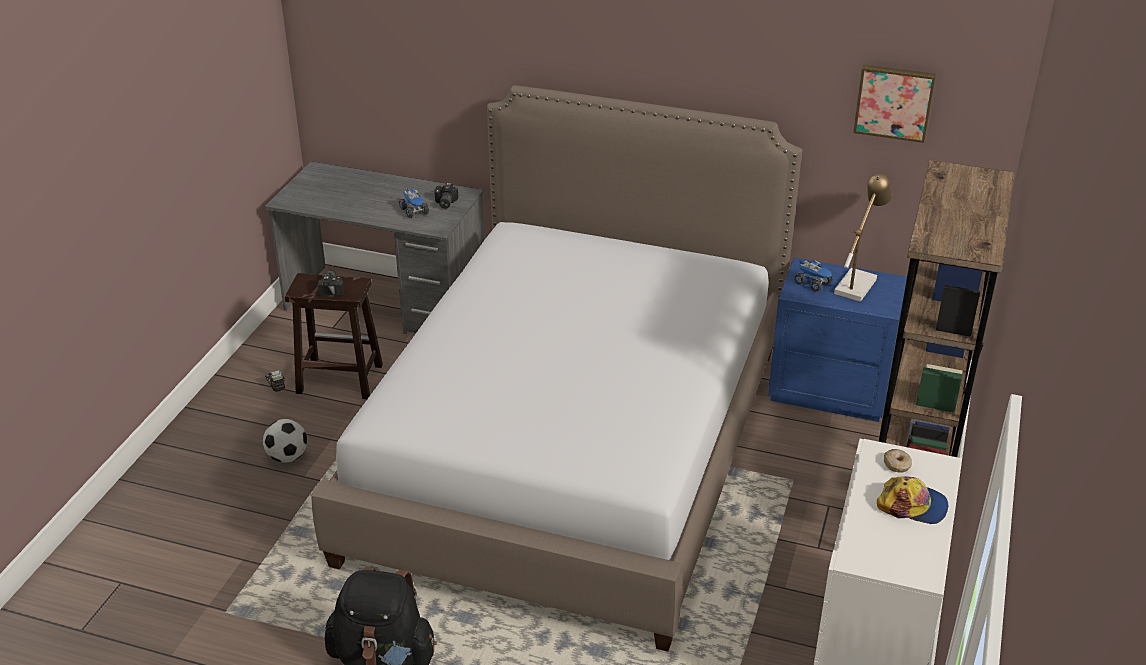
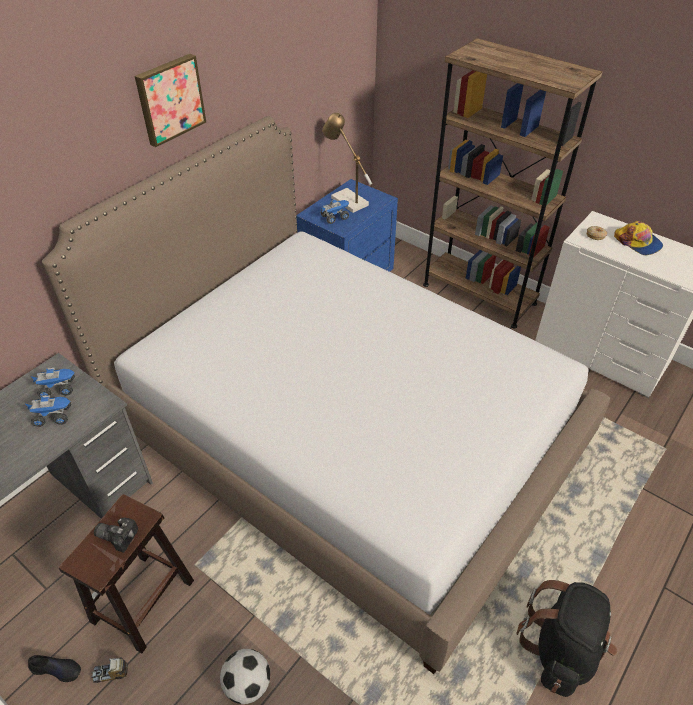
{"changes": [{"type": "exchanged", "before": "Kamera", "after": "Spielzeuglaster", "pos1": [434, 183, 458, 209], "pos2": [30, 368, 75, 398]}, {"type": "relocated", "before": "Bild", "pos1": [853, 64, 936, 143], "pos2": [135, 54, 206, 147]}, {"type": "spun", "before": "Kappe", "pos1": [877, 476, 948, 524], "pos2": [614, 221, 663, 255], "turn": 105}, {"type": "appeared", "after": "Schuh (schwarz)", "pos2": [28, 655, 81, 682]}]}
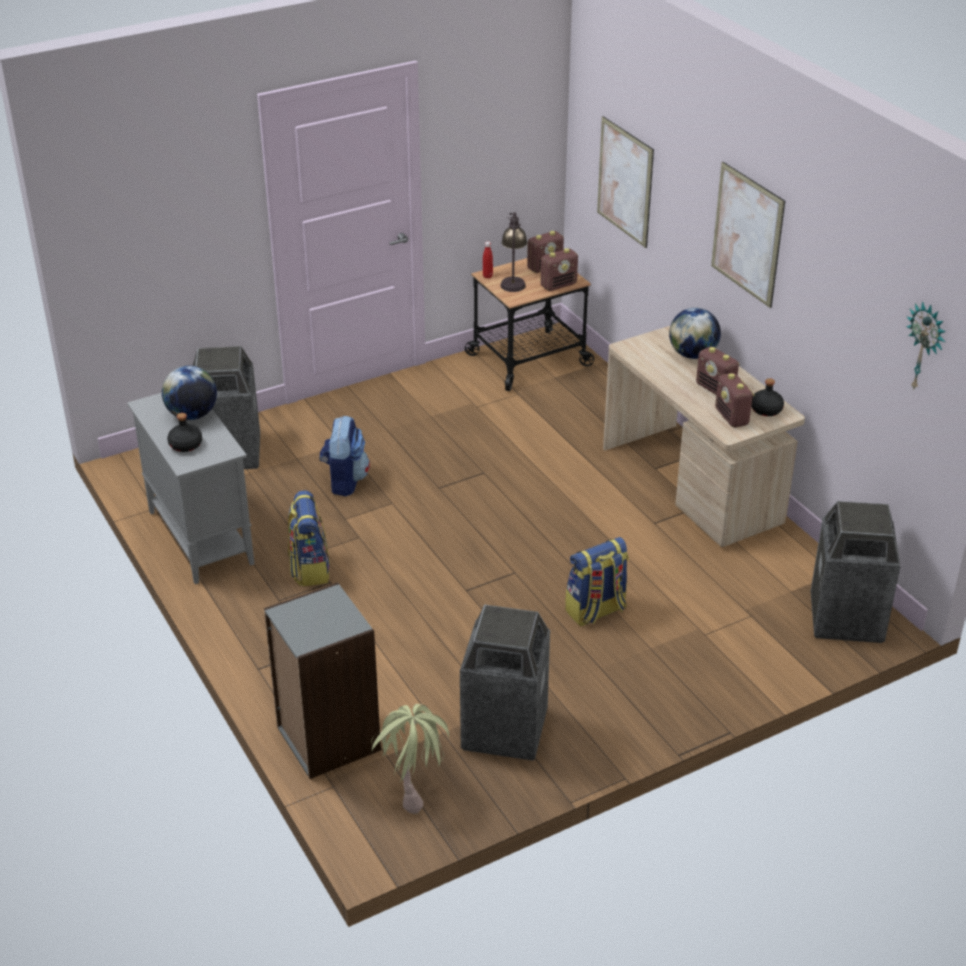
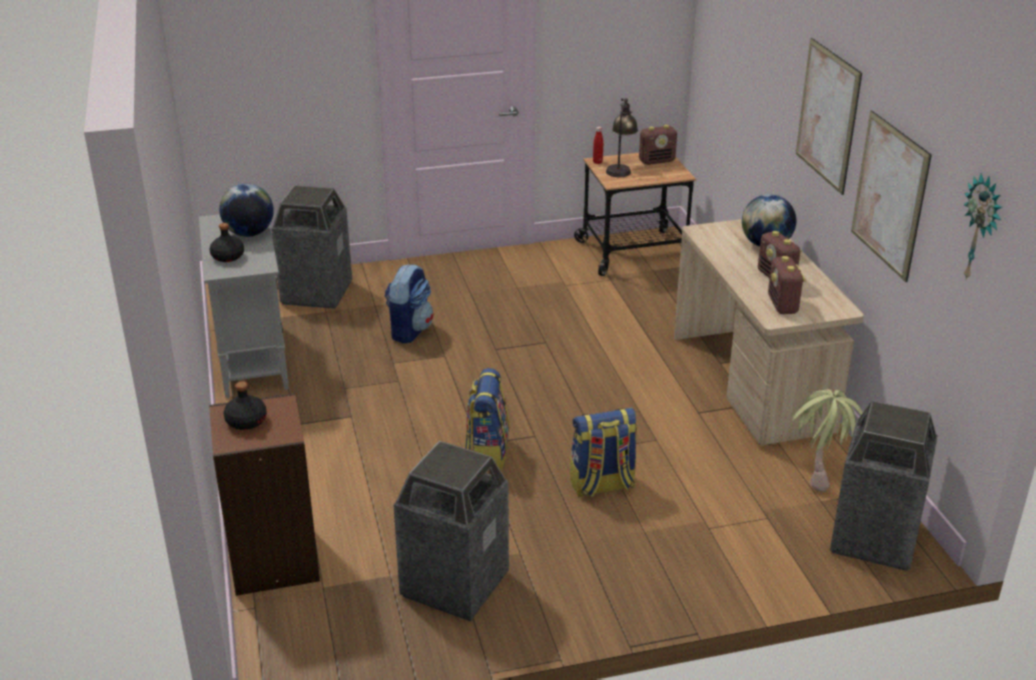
{"changes": [{"type": "colour", "before": "Bücherregal (grau)", "after": "Bücherregal (braun)", "pos1": [264, 582, 381, 779], "pos2": [209, 393, 320, 596]}, {"type": "relocated", "before": "Rucksack", "pos1": [288, 490, 330, 586], "pos2": [465, 368, 510, 470]}, {"type": "relocated", "before": "Topfpflanze", "pos1": [371, 704, 449, 814], "pos2": [791, 389, 863, 492]}, {"type": "missing", "before": "Radio", "pos1": [540, 248, 578, 291]}, {"type": "relocated", "before": "Bild", "pos1": [597, 116, 654, 248], "pos2": [851, 111, 932, 282]}, {"type": "relocated", "before": "Flasche (schwarz)", "pos1": [751, 378, 784, 416], "pos2": [224, 381, 267, 430]}]}
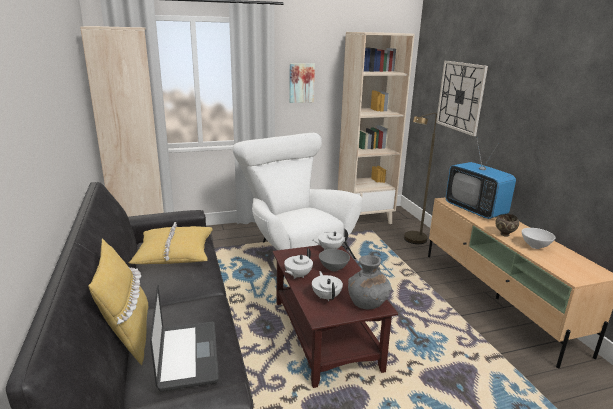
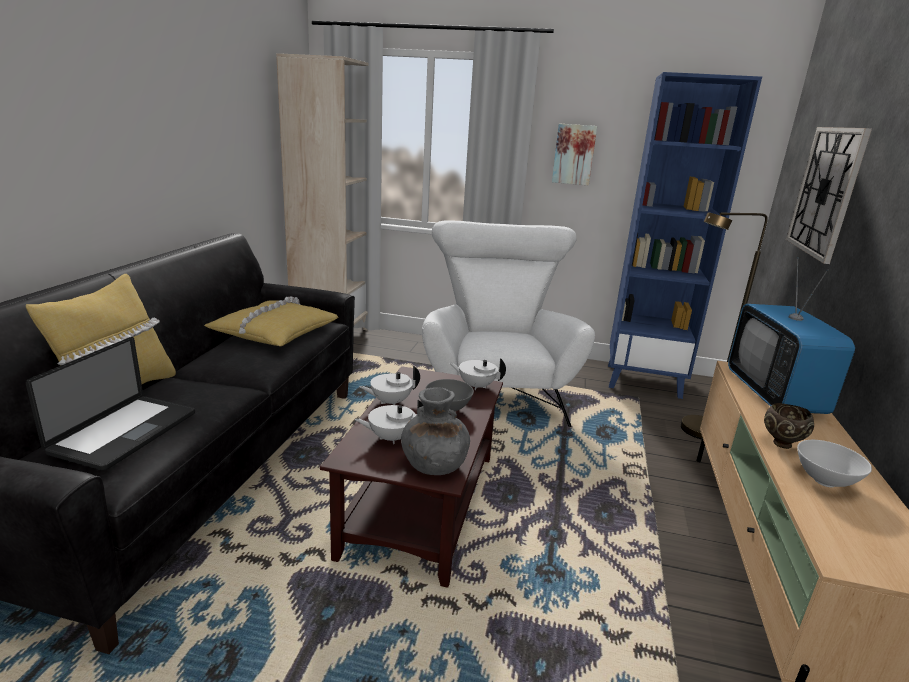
{"changes": [{"type": "spun", "before": "Teekanne (weiß)", "pos1": [312, 271, 343, 301], "pos2": [354, 400, 423, 444], "turn": -120}, {"type": "colour", "before": "Bücherregal (beige)", "after": "Bücherregal (blau)", "pos1": [338, 32, 415, 228], "pos2": [608, 72, 762, 399]}]}
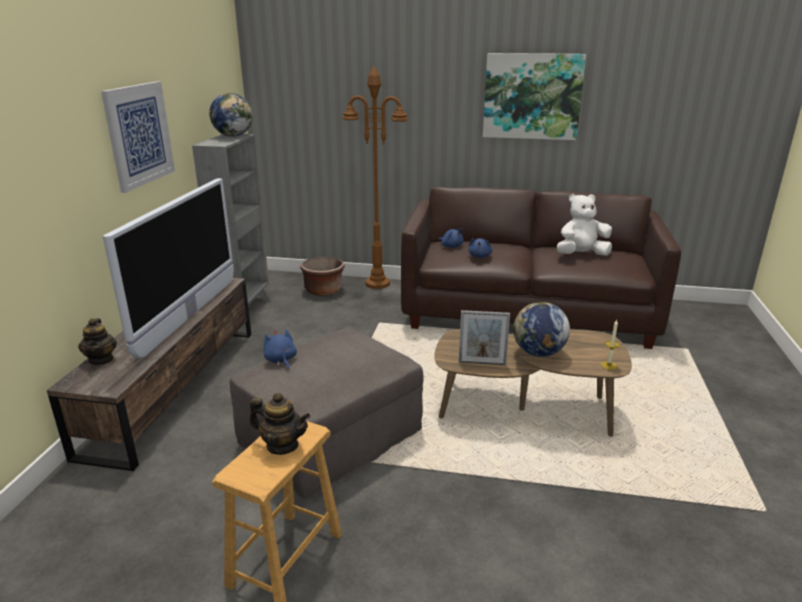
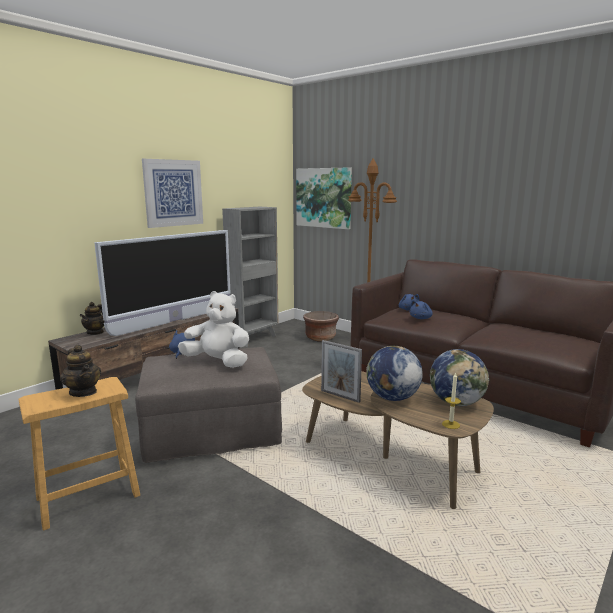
{"changes": [{"type": "relocated", "before": "Globus", "pos1": [209, 93, 253, 137], "pos2": [430, 349, 489, 406]}, {"type": "relocated", "before": "Bild", "pos1": [483, 53, 586, 140], "pos2": [296, 167, 352, 229]}, {"type": "relocated", "before": "Plüschtier (weiß)", "pos1": [557, 194, 612, 256], "pos2": [178, 291, 249, 368]}]}
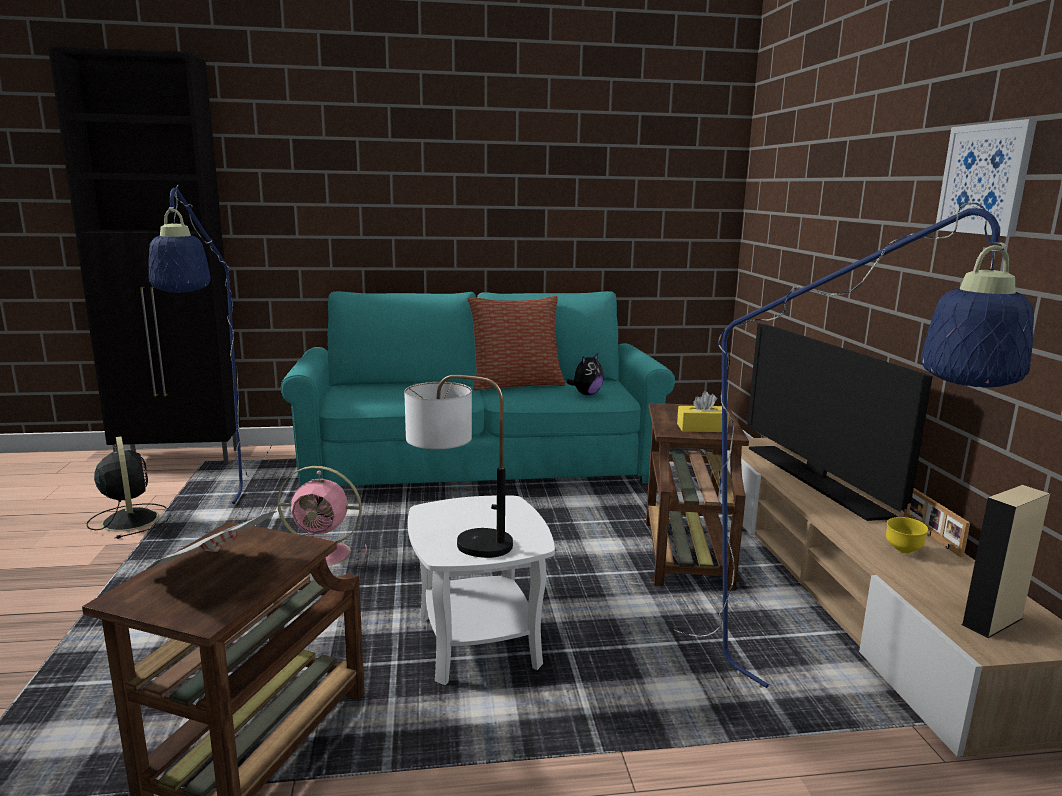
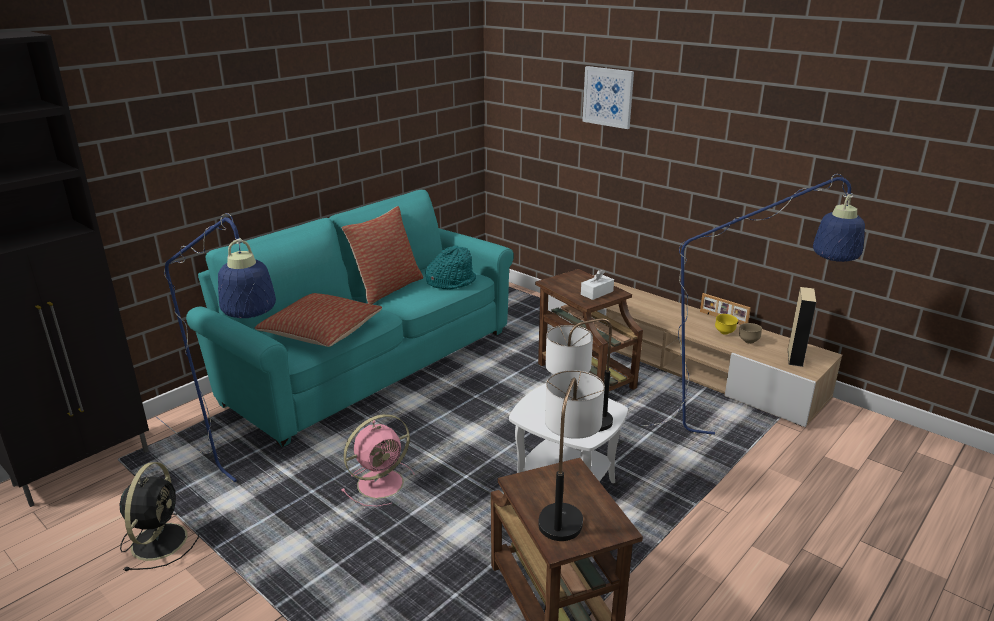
{"changes": [{"type": "spun", "before": "Ventilator (schwarz)", "pos1": [87, 437, 171, 539], "pos2": [119, 462, 199, 571], "turn": 75}, {"type": "exchanged", "before": "Zeitung", "after": "Tischlampe", "pos1": [146, 511, 277, 570], "pos2": [538, 370, 605, 541]}, {"type": "exchanged", "before": "Plüschtier", "after": "Hut (türkis)", "pos1": [566, 353, 604, 395], "pos2": [425, 246, 476, 290]}, {"type": "colour", "before": "Taschentuchbox (gelb)", "after": "Taschentuchbox (weiß)", "pos1": [677, 391, 729, 432], "pos2": [581, 269, 614, 300]}, {"type": "missing", "before": "Fernseher", "pos1": [747, 323, 933, 521]}, {"type": "relocated", "before": "Bild", "pos1": [936, 119, 1037, 237], "pos2": [582, 66, 634, 129]}, {"type": "appeared", "after": "Kissen", "pos2": [255, 293, 382, 347]}, {"type": "appeared", "after": "Schüssel (braun)", "pos2": [739, 323, 762, 344]}]}
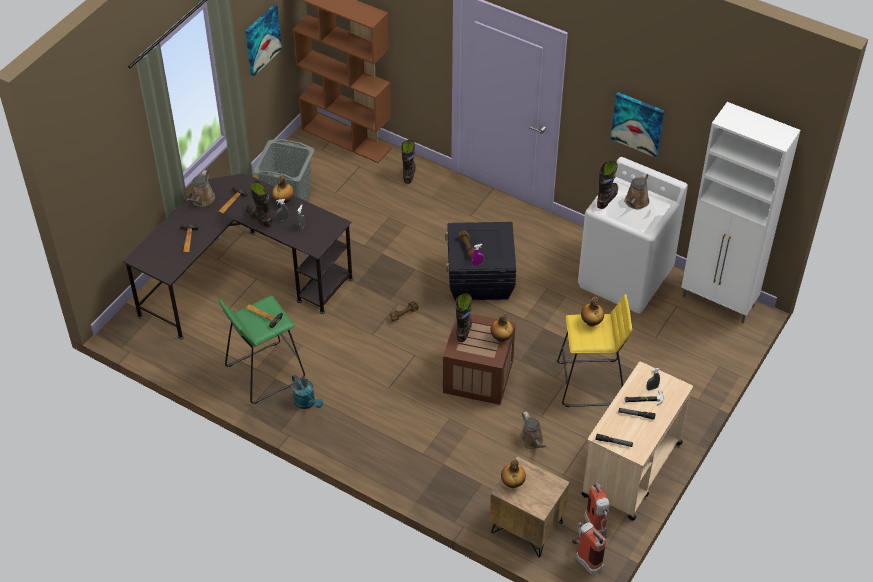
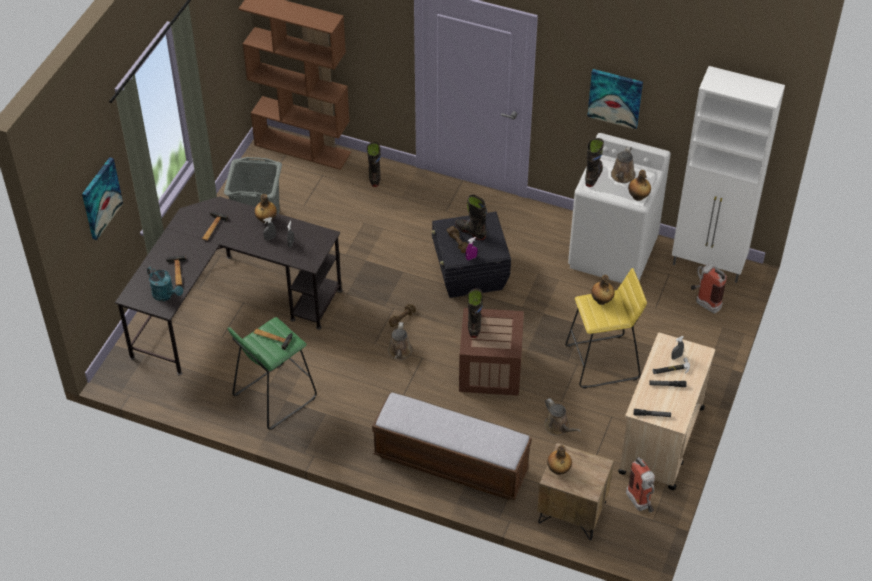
{"changes": [{"type": "relocated", "before": "Gießkanne (braun)", "pos1": [186, 170, 215, 207], "pos2": [388, 322, 412, 360]}, {"type": "relocated", "before": "Bild", "pos1": [245, 4, 282, 76], "pos2": [82, 157, 123, 240]}, {"type": "relocated", "before": "Stiefel (schwarz)", "pos1": [246, 180, 272, 228], "pos2": [455, 195, 487, 240]}, {"type": "relocated", "before": "Gießkanne (türkis)", "pos1": [292, 375, 323, 409], "pos2": [147, 266, 183, 301]}, {"type": "relocated", "before": "Flasche", "pos1": [490, 313, 513, 342], "pos2": [628, 170, 651, 201]}, {"type": "relocated", "before": "Feuerlöscher", "pos1": [572, 522, 606, 575], "pos2": [691, 264, 727, 314]}, {"type": "appeared", "after": "Bank", "pos2": [372, 393, 531, 500]}]}
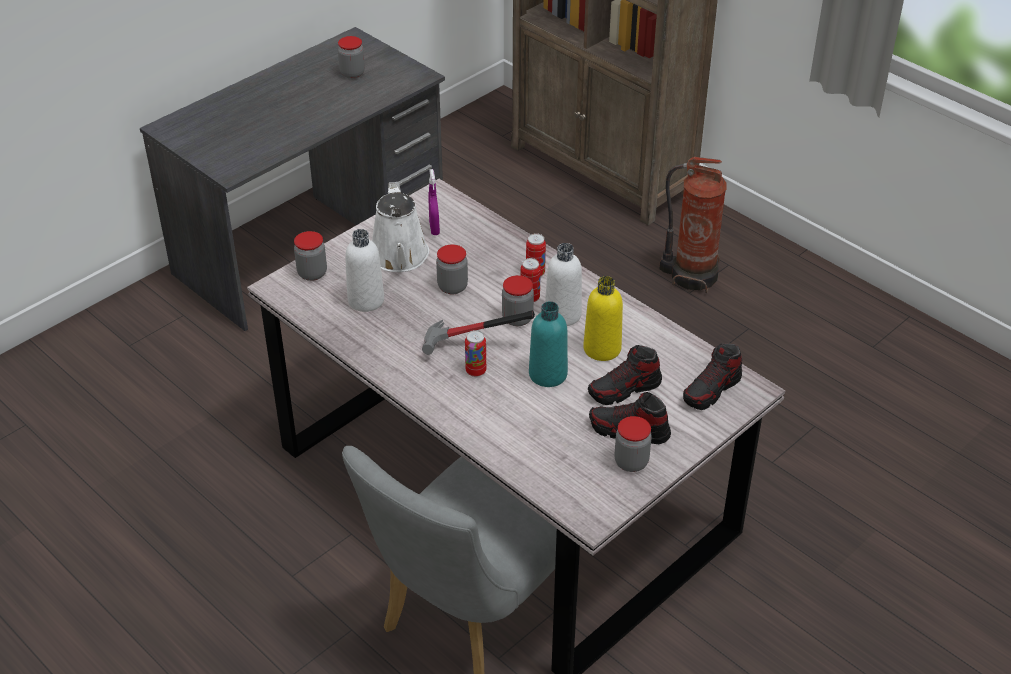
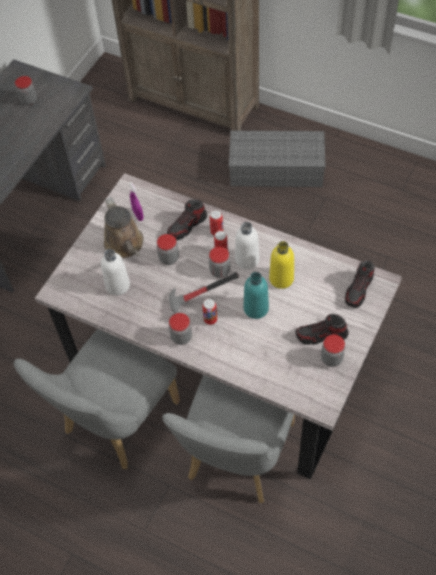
{"changes": [{"type": "relocated", "before": "Vorratsglas", "pos1": [294, 231, 327, 281], "pos2": [169, 313, 192, 345]}, {"type": "colour", "before": "Gießkanne (weiß)", "after": "Gießkanne (braun)", "pos1": [372, 181, 429, 272], "pos2": [104, 197, 144, 258]}, {"type": "relocated", "before": "Schuh", "pos1": [588, 345, 662, 405], "pos2": [167, 199, 207, 240]}, {"type": "exchanged", "before": "Feuerlöscher", "after": "Aufbewahrungsbox (grau)", "pos1": [659, 157, 727, 293], "pos2": [229, 131, 325, 187]}, {"type": "appeared", "after": "Stuhl (grau)", "pos2": [14, 329, 180, 469]}]}
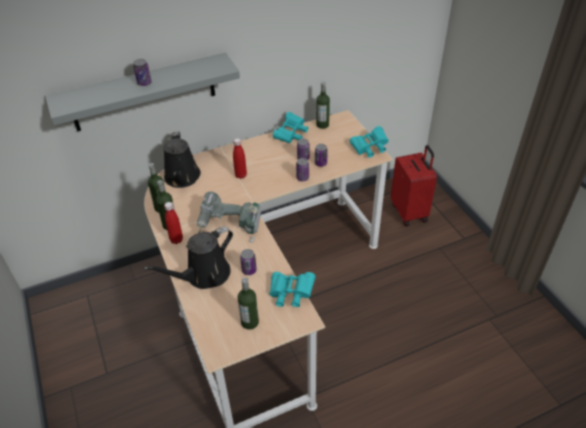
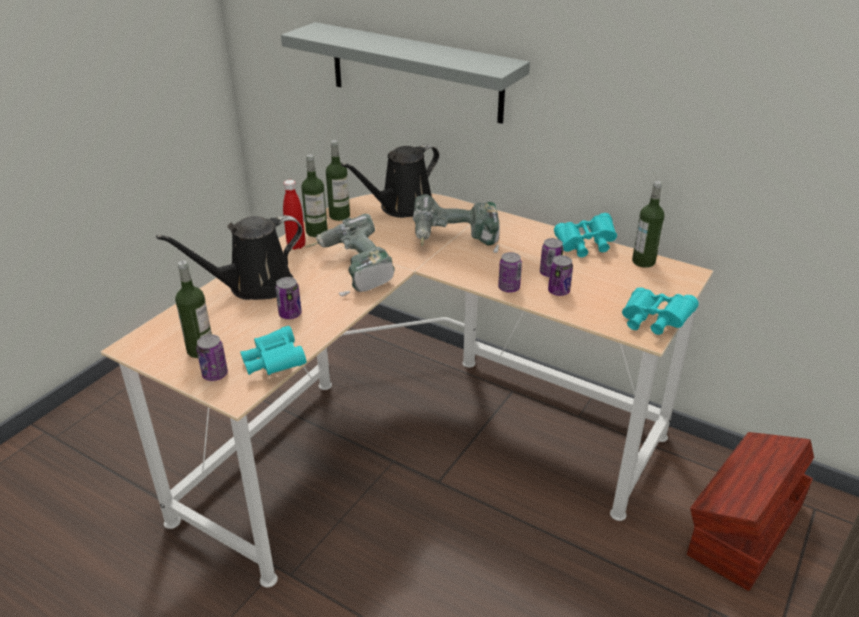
{"changes": [{"type": "relocated", "before": "Dose", "pos1": [133, 59, 152, 86], "pos2": [196, 334, 228, 381]}, {"type": "spun", "before": "Gießkanne (schwarz)", "pos1": [144, 227, 233, 289], "pos2": [156, 215, 303, 300], "turn": -45}, {"type": "exchanged", "before": "Flasche (rot)", "after": "Bohrmaschine", "pos1": [233, 138, 247, 179], "pos2": [413, 194, 500, 253]}, {"type": "exchanged", "before": "Koffer (rot)", "after": "Aufbewahrungsbox (braun)", "pos1": [391, 145, 437, 226], "pos2": [687, 432, 814, 591]}]}
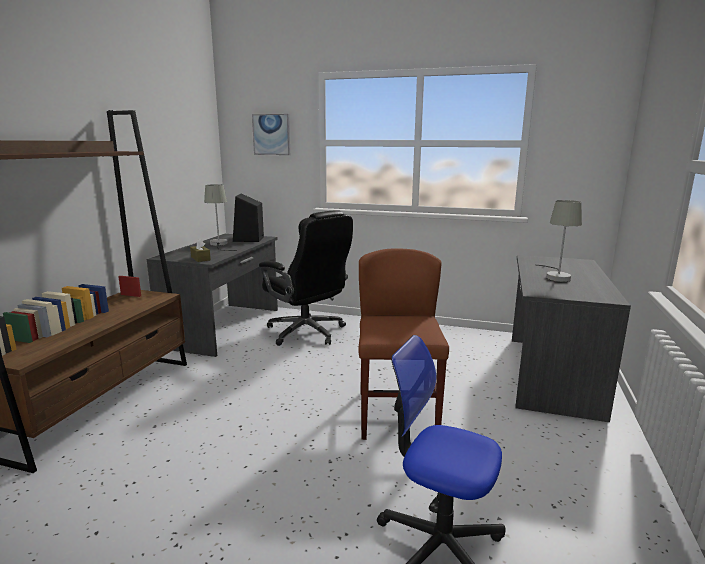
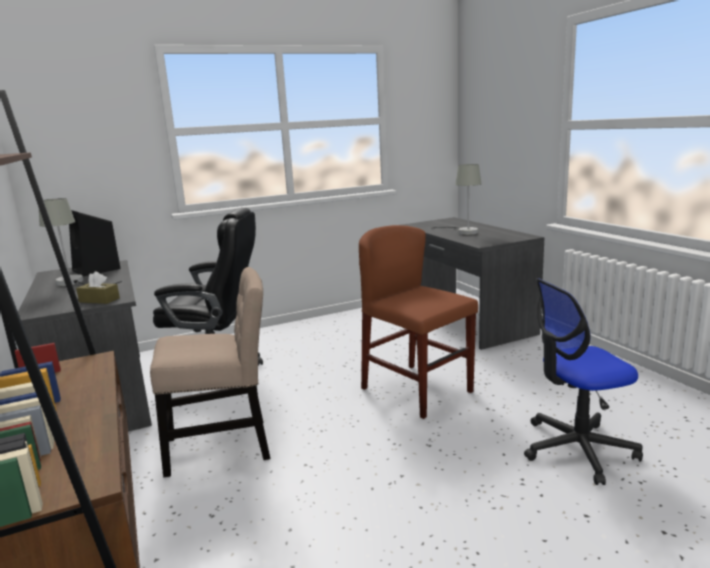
{"changes": [{"type": "missing", "before": "Bild", "pos1": [252, 114, 290, 155]}, {"type": "appeared", "after": "Stuhl (beige)", "pos2": [150, 267, 270, 477]}]}
